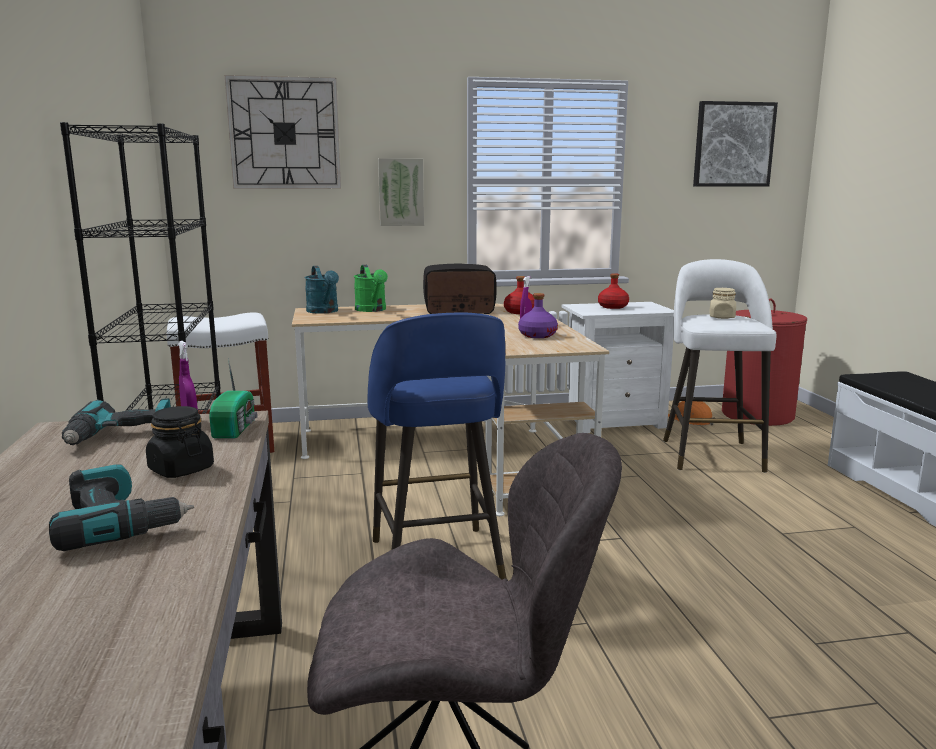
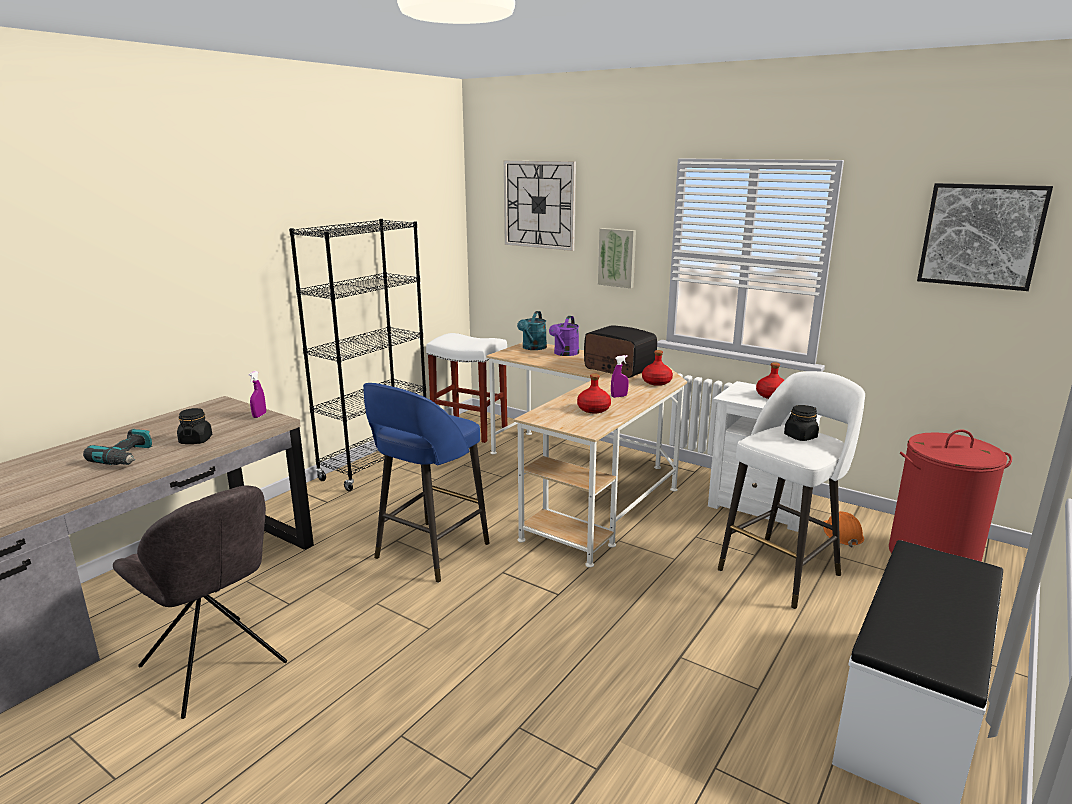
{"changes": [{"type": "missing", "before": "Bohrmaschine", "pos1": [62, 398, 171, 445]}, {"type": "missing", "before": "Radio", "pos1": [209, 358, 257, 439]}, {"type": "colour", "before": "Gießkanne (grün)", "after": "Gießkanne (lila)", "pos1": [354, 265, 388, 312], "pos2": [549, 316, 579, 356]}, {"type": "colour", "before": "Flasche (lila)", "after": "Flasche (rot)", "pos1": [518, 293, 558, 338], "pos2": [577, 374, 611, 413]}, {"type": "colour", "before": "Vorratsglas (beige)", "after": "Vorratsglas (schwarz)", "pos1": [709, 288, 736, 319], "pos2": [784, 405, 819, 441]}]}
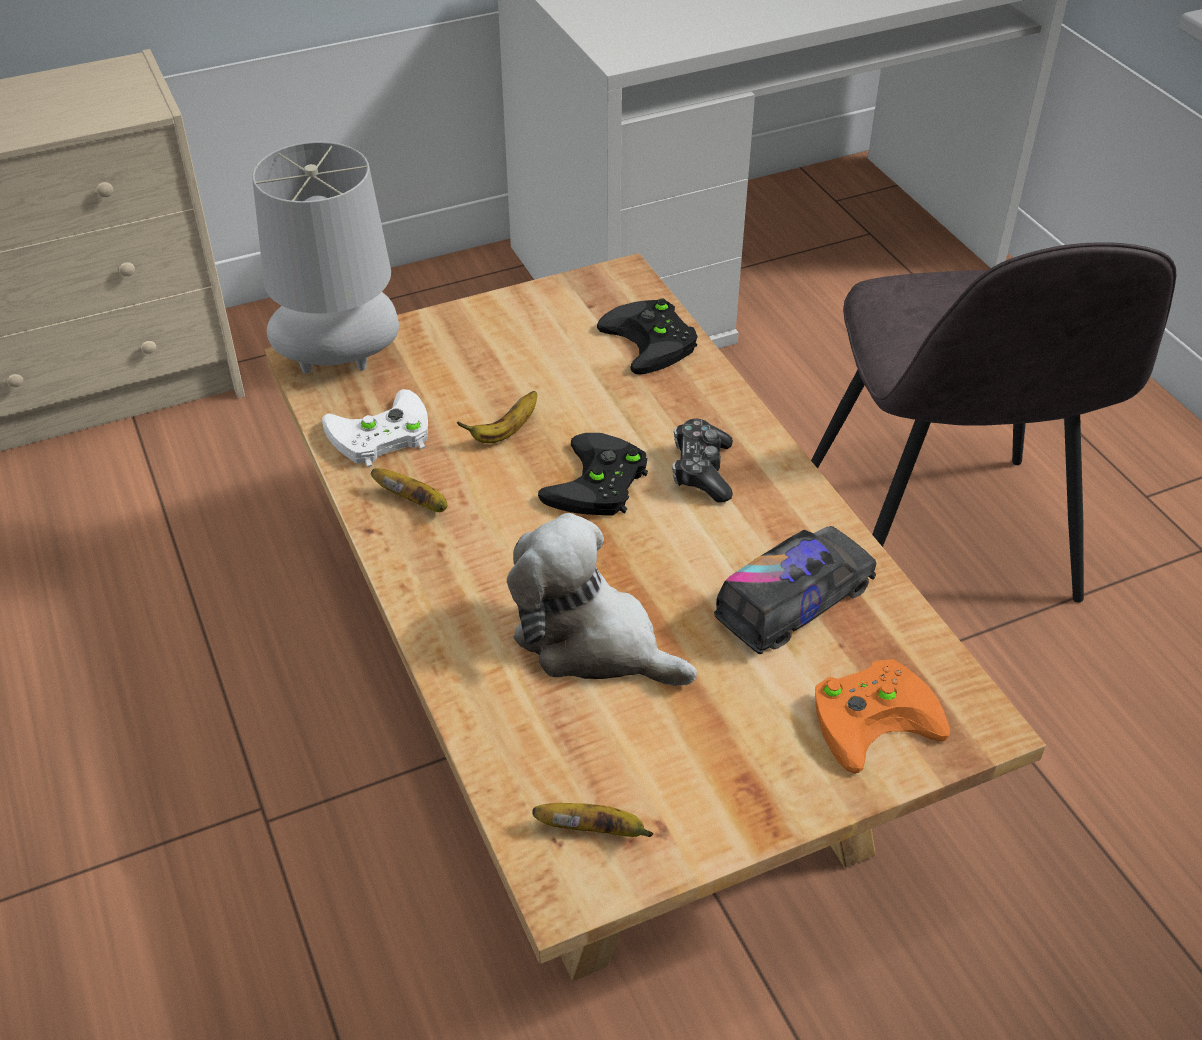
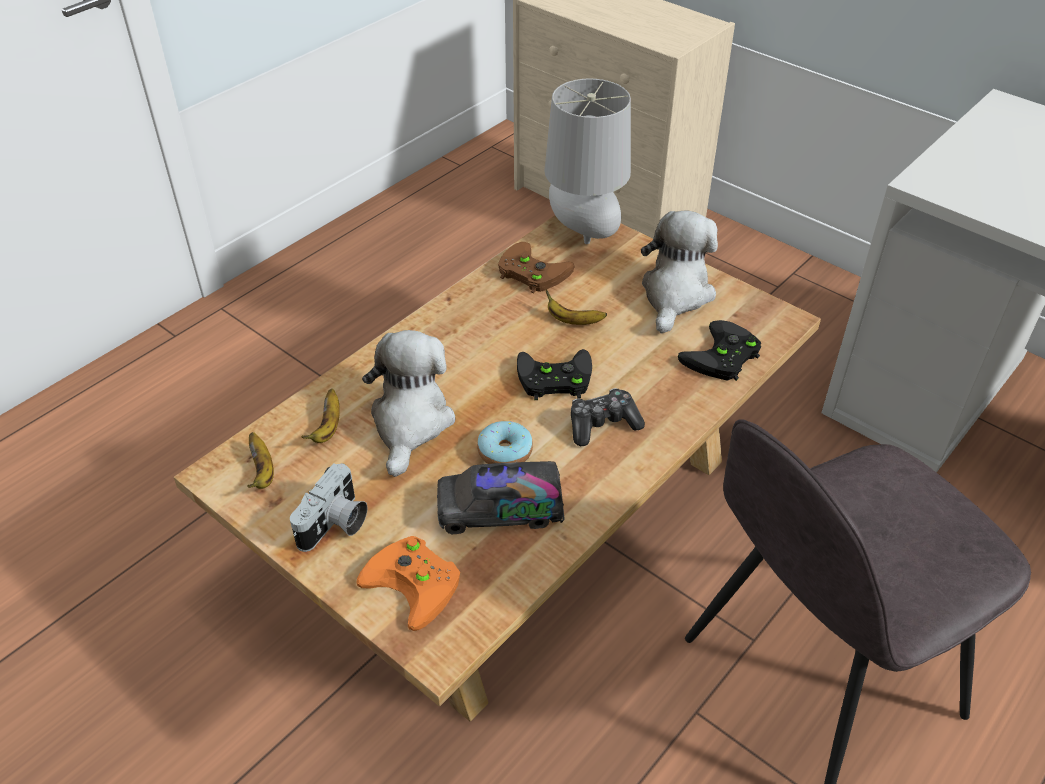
{"changes": [{"type": "colour", "before": "Gamepad (weiß)", "after": "Gamepad (braun)", "pos1": [322, 389, 428, 467], "pos2": [498, 242, 575, 294]}, {"type": "relocated", "before": "Banane", "pos1": [371, 468, 448, 512], "pos2": [301, 389, 340, 443]}, {"type": "spun", "before": "Spielzeuglaster", "pos1": [714, 526, 876, 654], "pos2": [437, 461, 564, 534], "turn": 150}, {"type": "appeared", "after": "Kamera", "pos2": [290, 463, 367, 552]}, {"type": "appeared", "after": "Donut", "pos2": [477, 421, 533, 464]}, {"type": "appeared", "after": "Plüschtier", "pos2": [641, 210, 718, 333]}]}
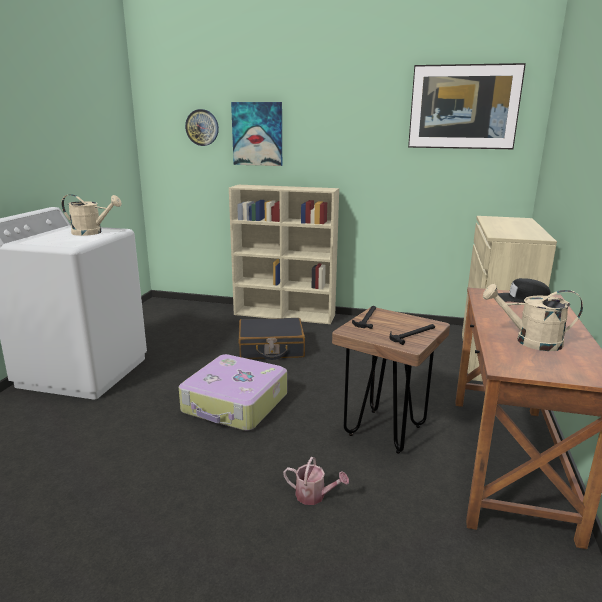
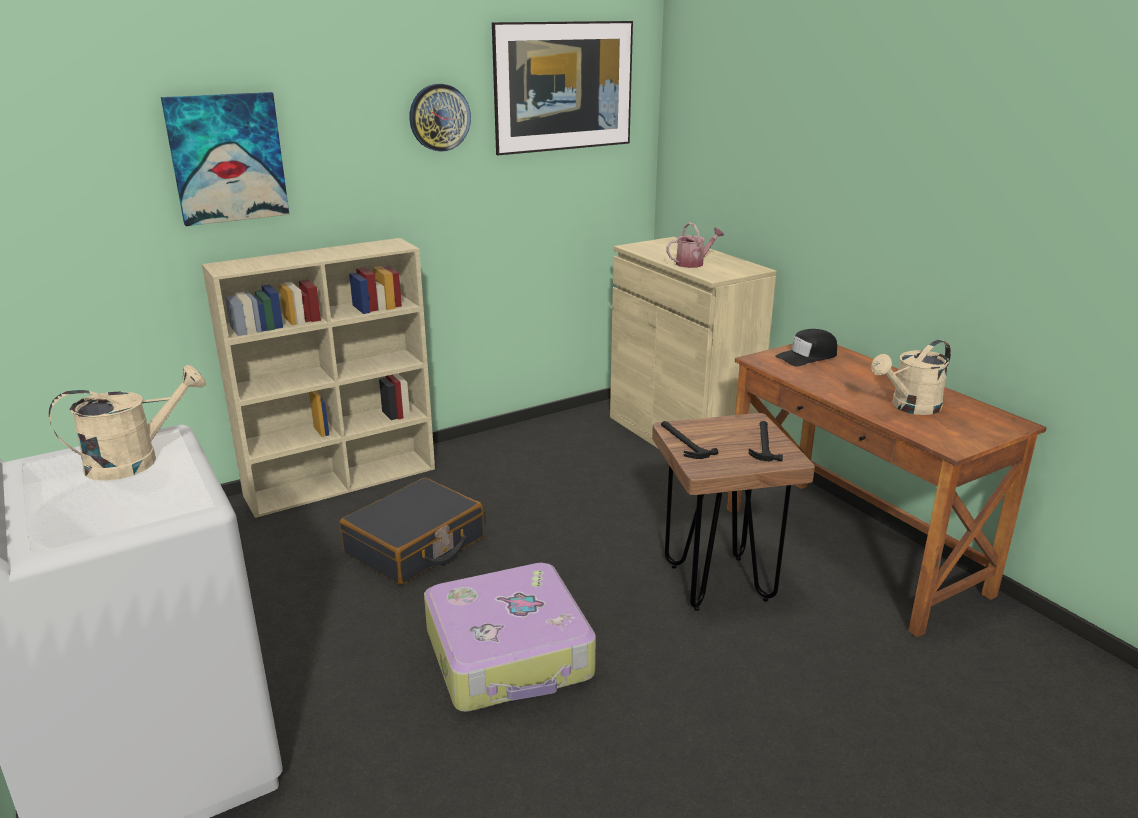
{"changes": [{"type": "relocated", "before": "Wanduhr", "pos1": [185, 109, 219, 146], "pos2": [409, 84, 471, 152]}, {"type": "relocated", "before": "Gießkanne", "pos1": [283, 457, 349, 505], "pos2": [667, 222, 724, 268]}]}
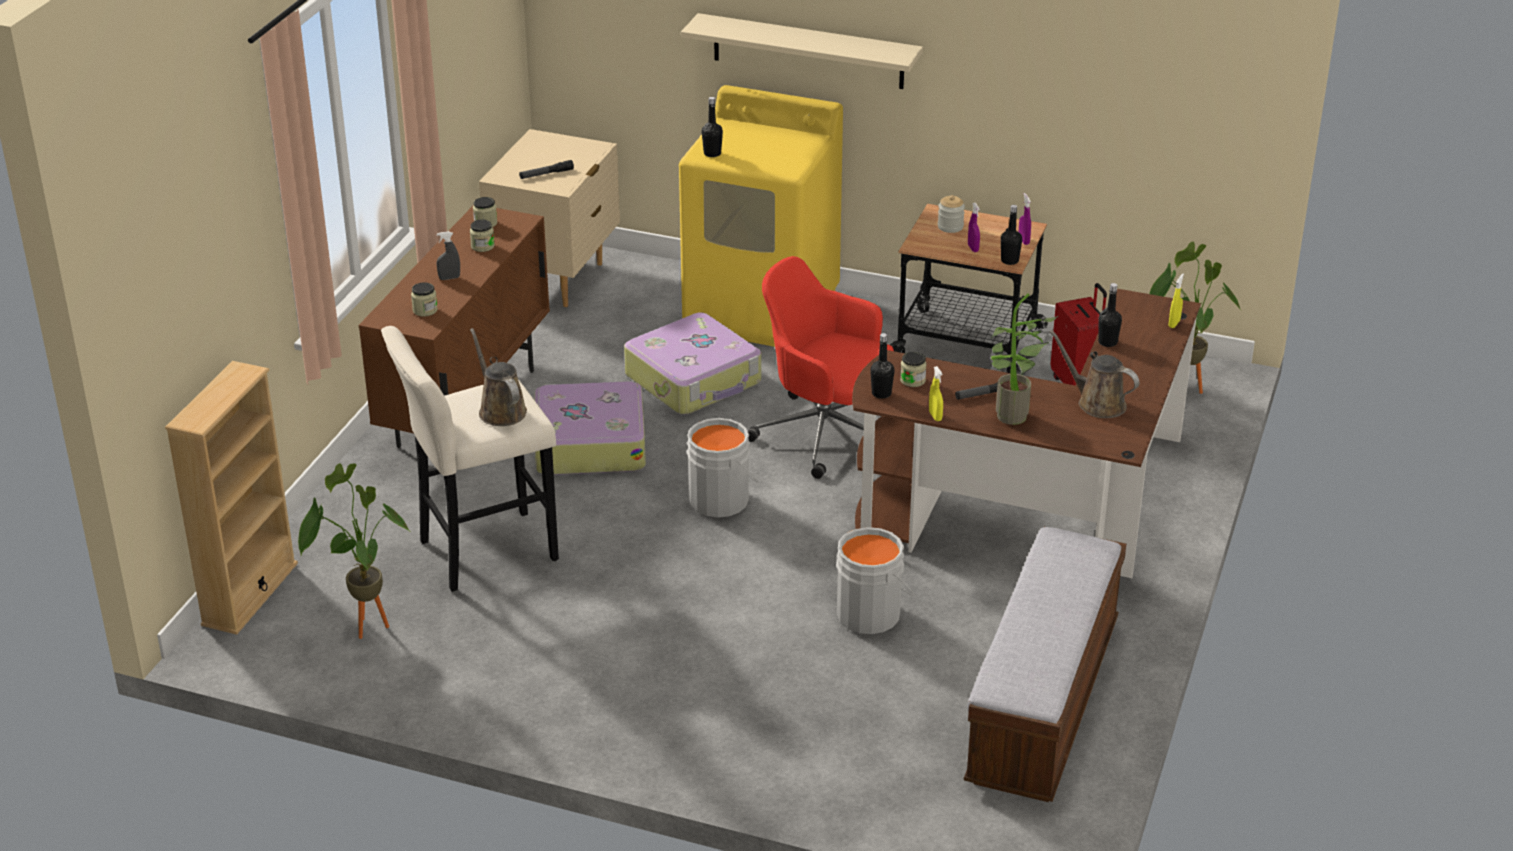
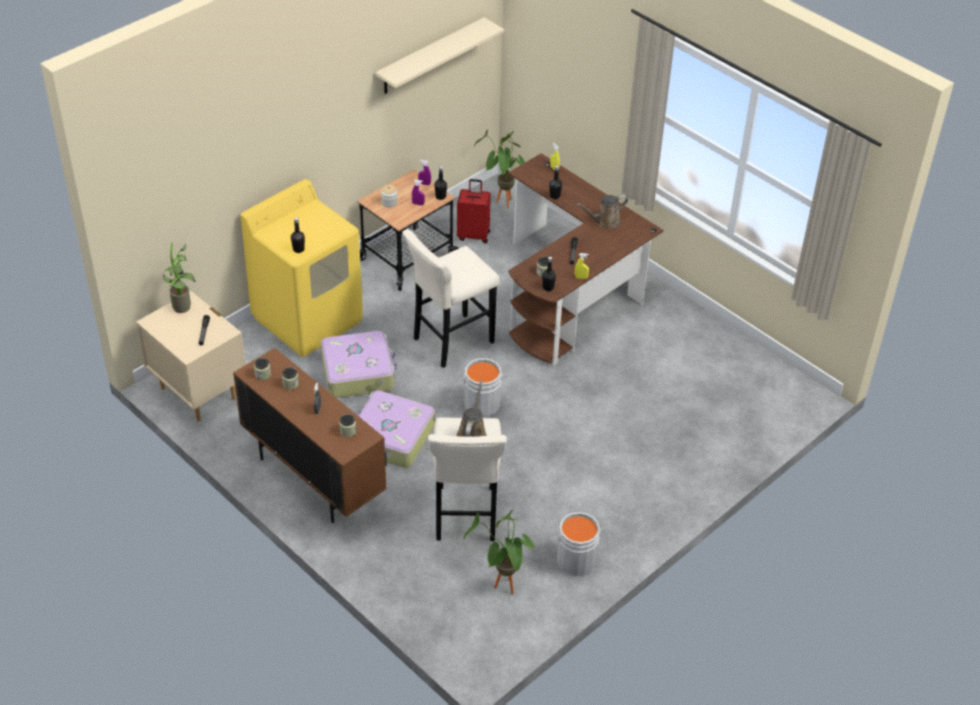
{"changes": [{"type": "missing", "before": "Bücherregal (beige)", "pos1": [165, 361, 298, 635]}, {"type": "spun", "before": "Gießkanne (braun)", "pos1": [470, 328, 527, 426], "pos2": [457, 380, 487, 437], "turn": 105}, {"type": "relocated", "before": "Wandregal (beige)", "pos1": [681, 13, 923, 89], "pos2": [375, 17, 504, 94]}, {"type": "exchanged", "before": "Bürostuhl (rot)", "after": "Hocker (beige)", "pos1": [748, 256, 894, 479], "pos2": [402, 229, 500, 368]}, {"type": "relocated", "before": "Eimer (grau)", "pos1": [836, 527, 915, 634], "pos2": [548, 512, 605, 576]}, {"type": "missing", "before": "Bank", "pos1": [964, 527, 1126, 802]}, {"type": "relocated", "before": "Topfpflanze", "pos1": [990, 293, 1058, 425], "pos2": [163, 243, 196, 313]}]}
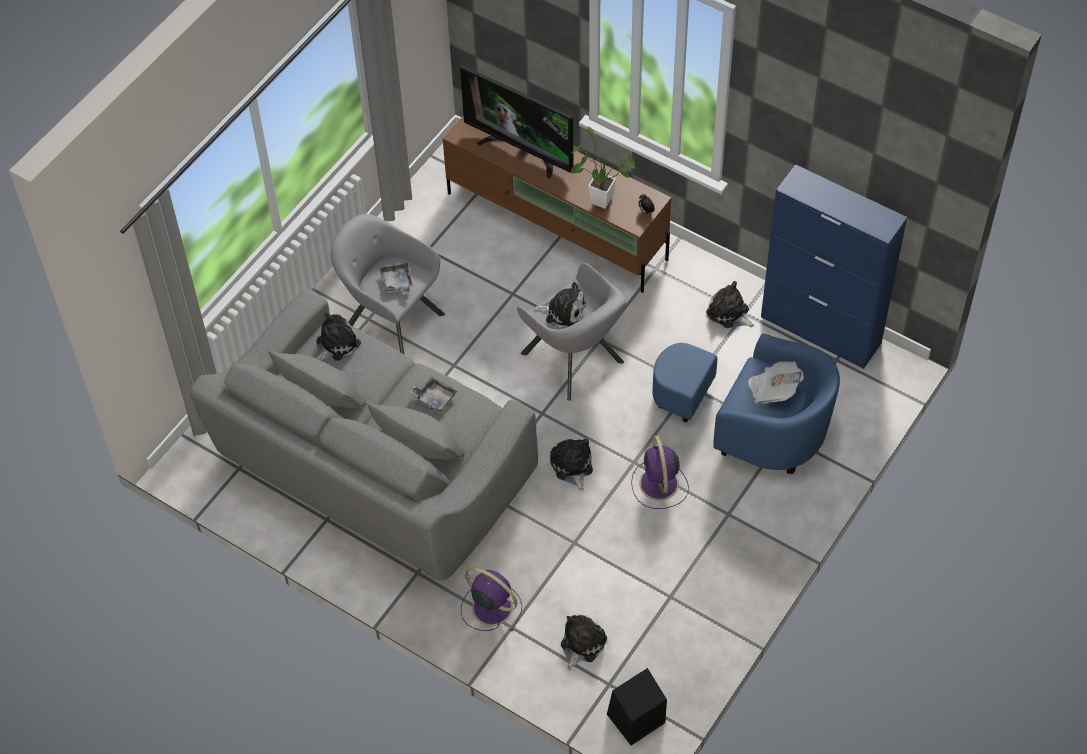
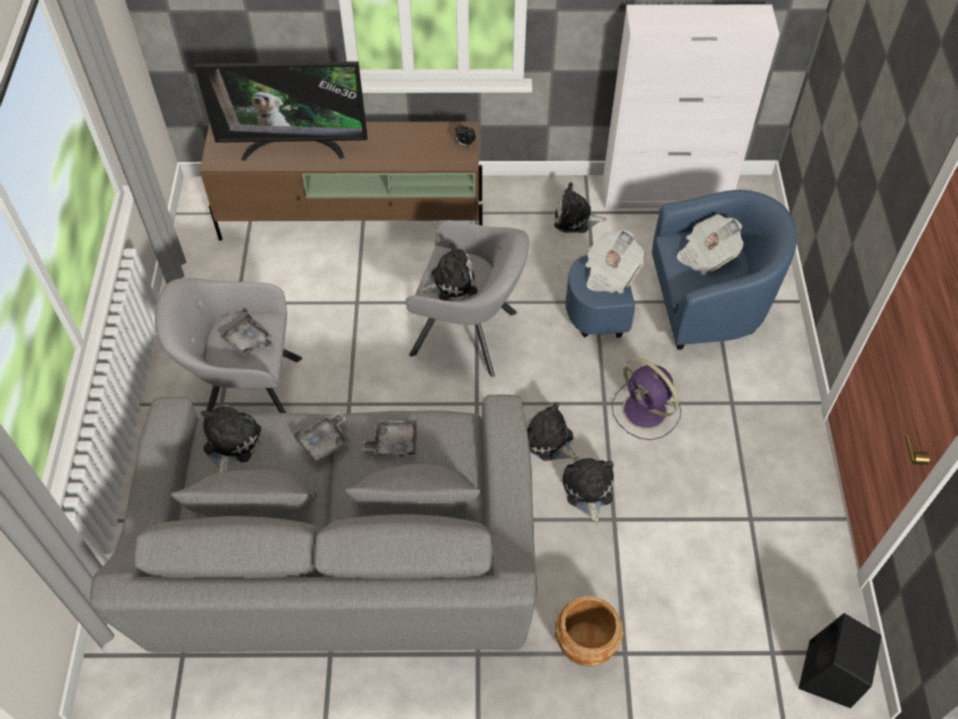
{"changes": [{"type": "exchanged", "before": "Ventilator (lila)", "after": "Pflanzkübel (braun)", "pos1": [461, 567, 522, 631], "pos2": [555, 596, 624, 667]}, {"type": "relocated", "before": "Plüschtier", "pos1": [561, 615, 607, 671], "pos2": [563, 458, 614, 524]}, {"type": "missing", "before": "Topfpflanze", "pos1": [570, 126, 635, 209]}, {"type": "colour", "before": "Schrank (blau)", "after": "Schrank (weiß)", "pos1": [761, 164, 907, 369], "pos2": [603, 5, 780, 208]}, {"type": "appeared", "after": "Tablett (grau)", "pos2": [294, 411, 350, 464]}, {"type": "appeared", "after": "Zeitung", "pos2": [586, 230, 645, 294]}]}
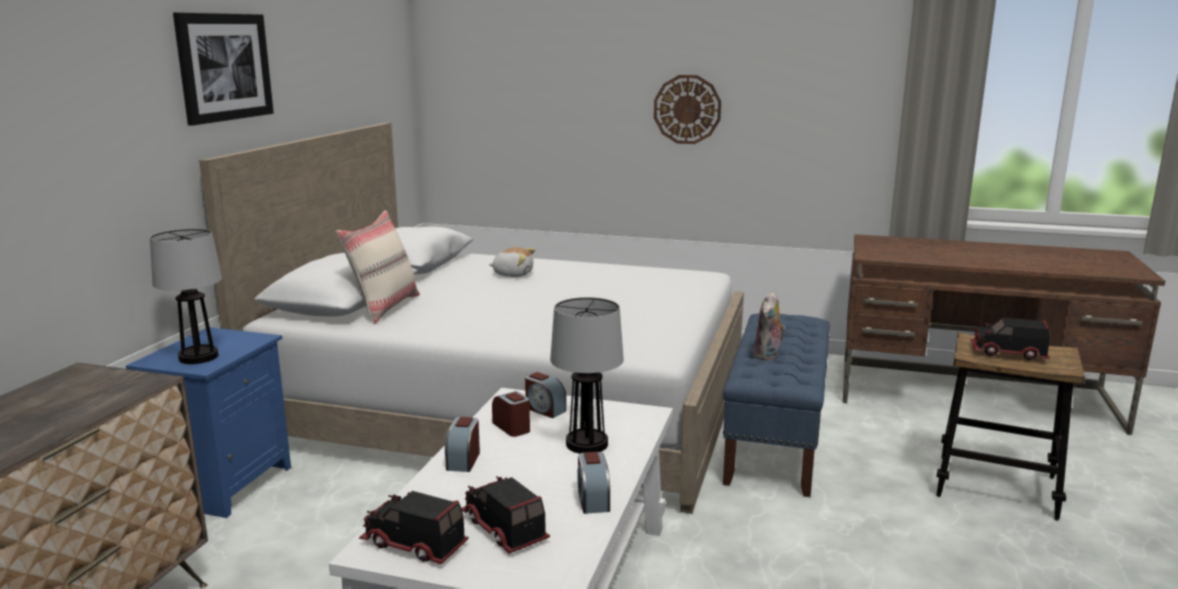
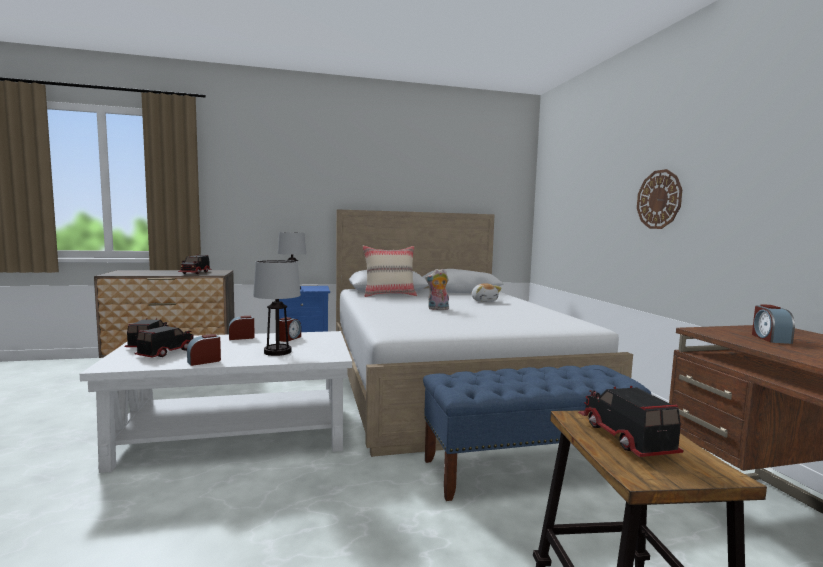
{"changes": [{"type": "missing", "before": "Bild", "pos1": [173, 12, 274, 126]}, {"type": "relocated", "before": "Wecker", "pos1": [525, 372, 566, 418], "pos2": [752, 304, 795, 344]}, {"type": "relocated", "before": "Plüschtier", "pos1": [754, 291, 786, 361], "pos2": [425, 269, 449, 311]}, {"type": "appeared", "after": "Spielzeuglaster", "pos2": [178, 255, 212, 274]}]}
